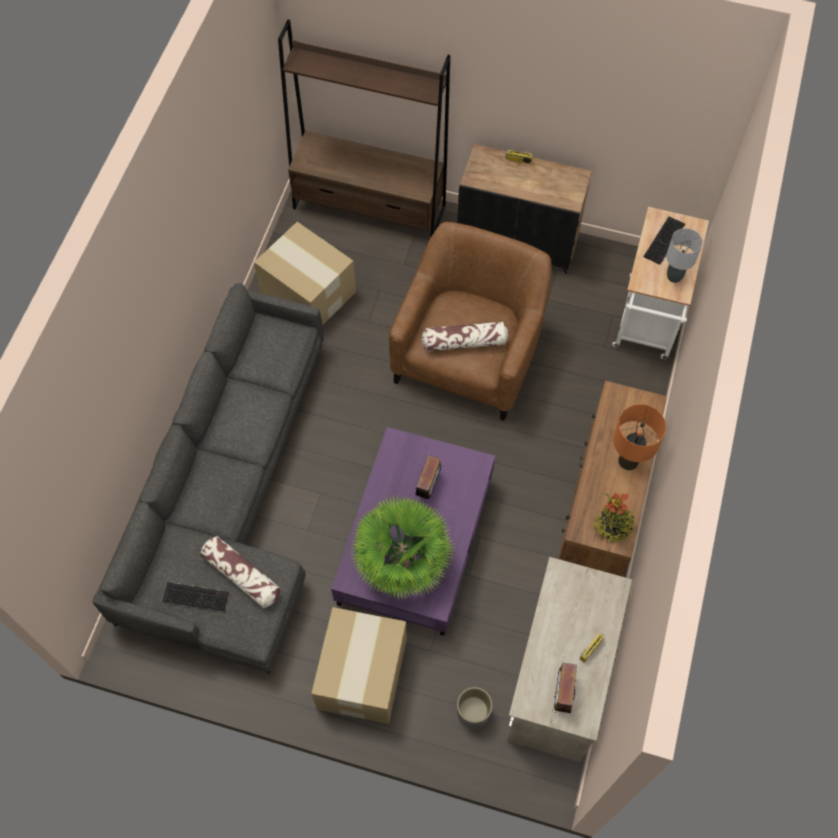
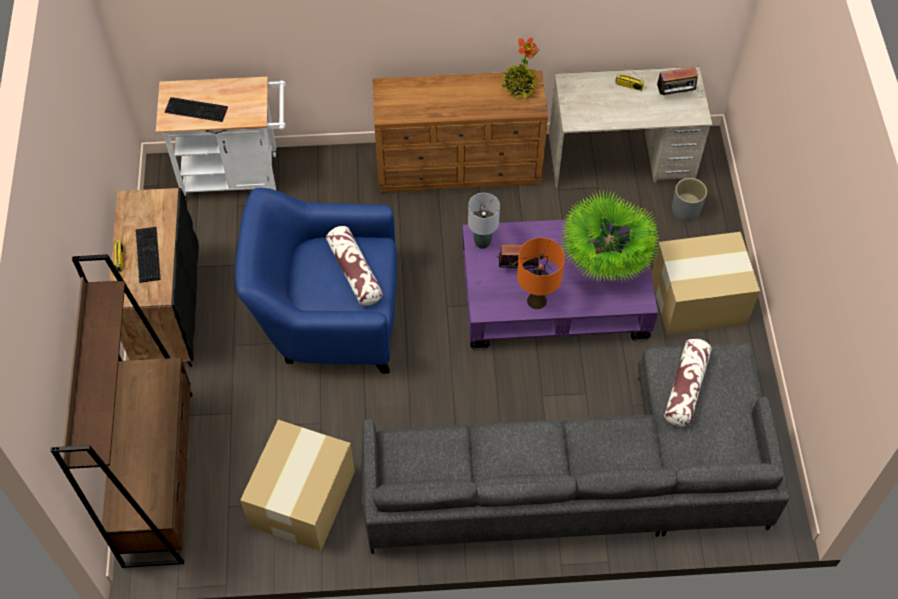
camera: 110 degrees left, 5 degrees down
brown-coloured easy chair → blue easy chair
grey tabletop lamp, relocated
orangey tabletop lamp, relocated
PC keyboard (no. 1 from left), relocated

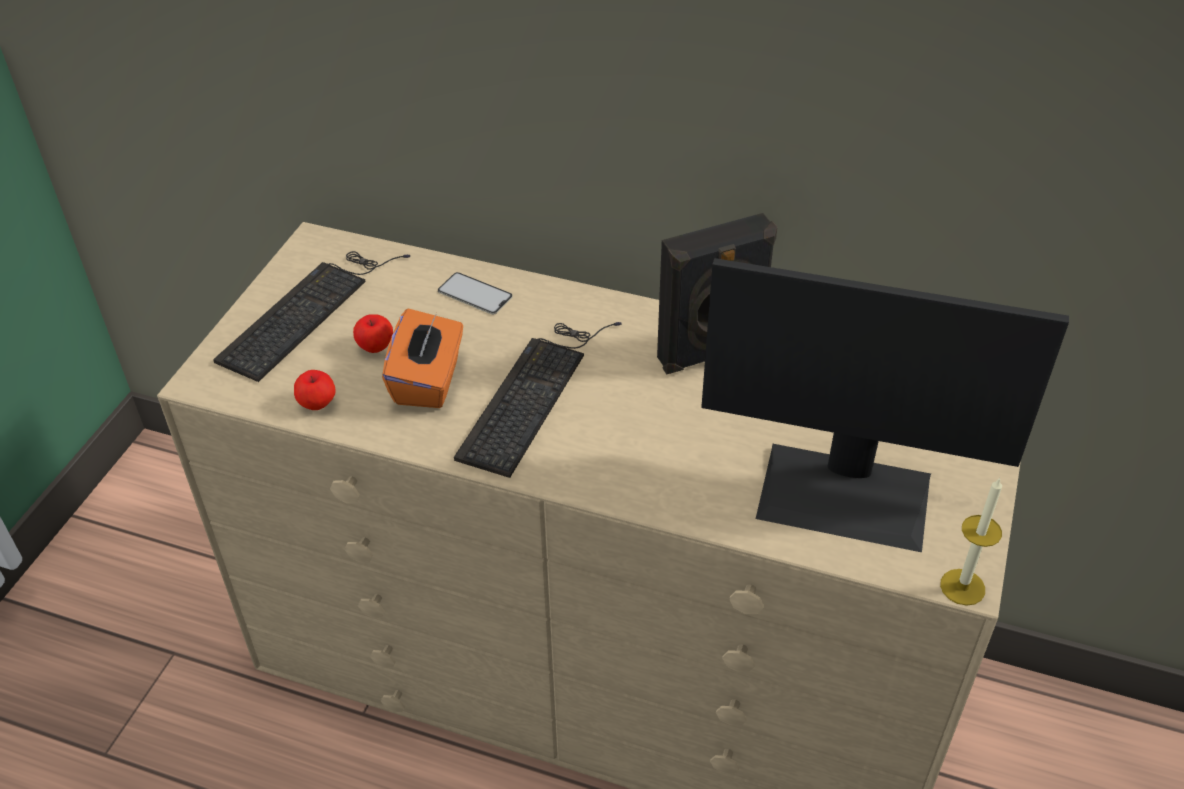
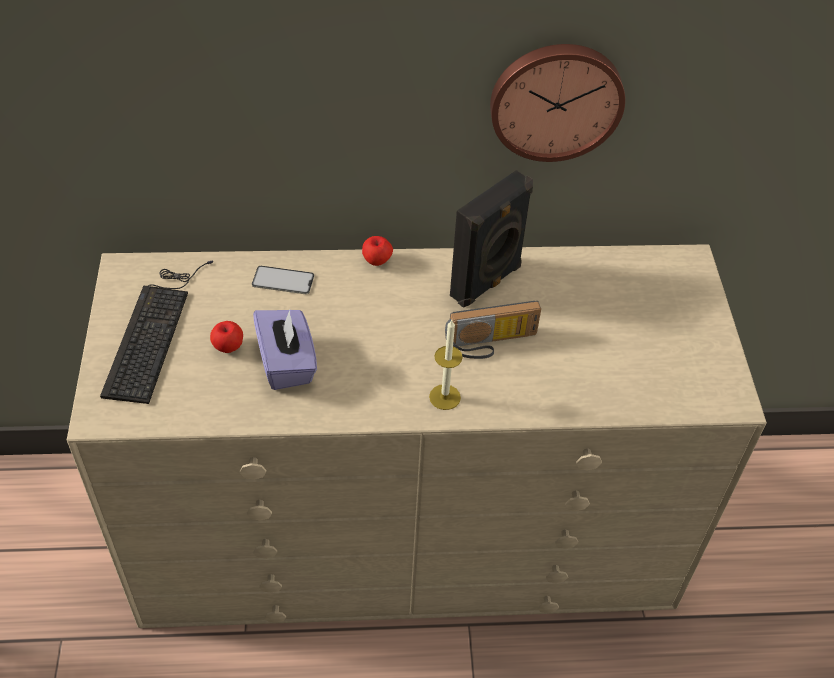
camera: 25 degrees left, 5 degrees up
monitor → -
orangey box of tissues → purple box of tissues
PC keyboard (no. 2 from left) → -
whole apple (no. 1 from left in the first image) → whole apple (no. 2 from left), relocated
wax candle, relocated
- → clock on the wall
- → radio

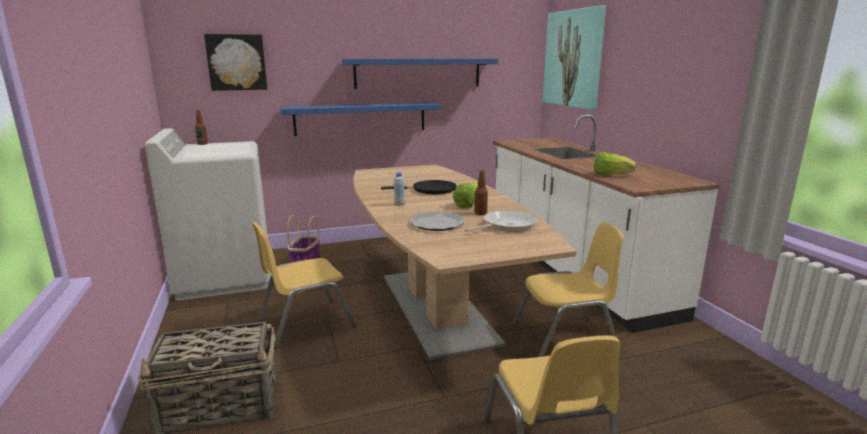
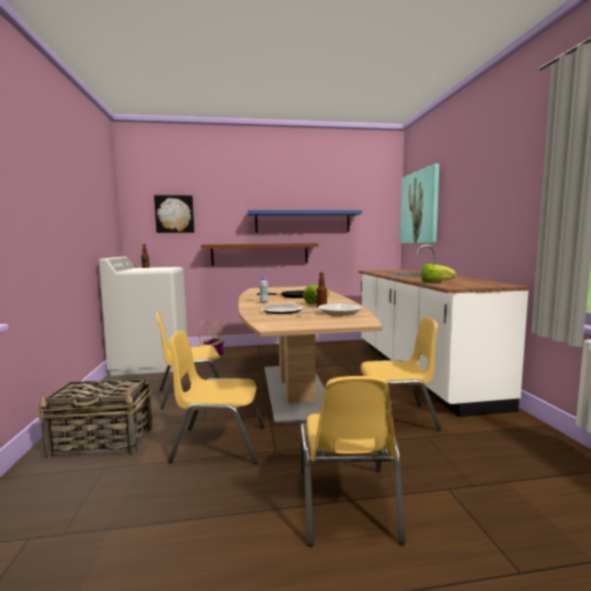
camera: 10 degrees right, 10 degrees down
blue wall shelf (no. 1 from left) → brown-coloured wall shelf
- → yellowish plain chair (no. 2 from left)

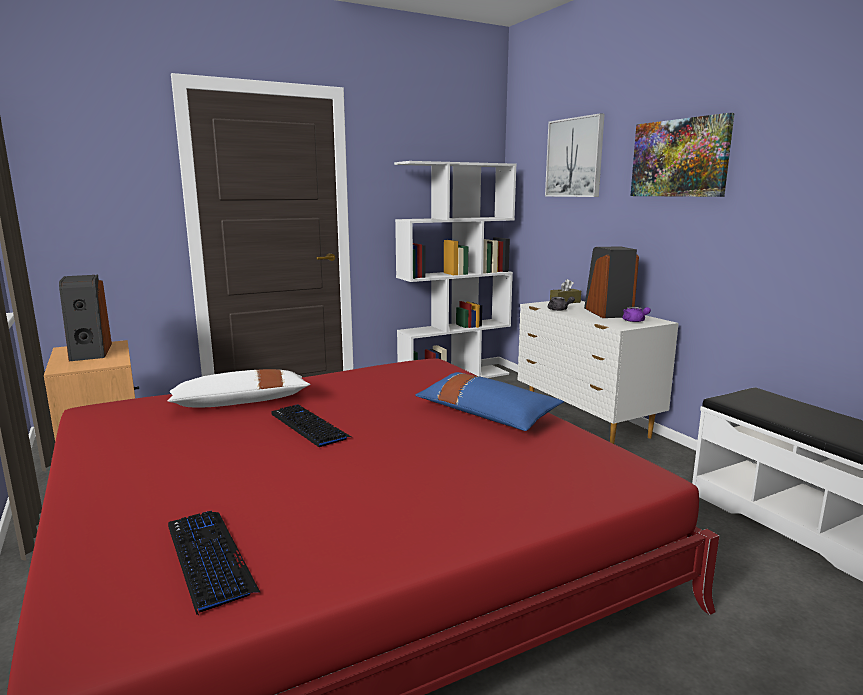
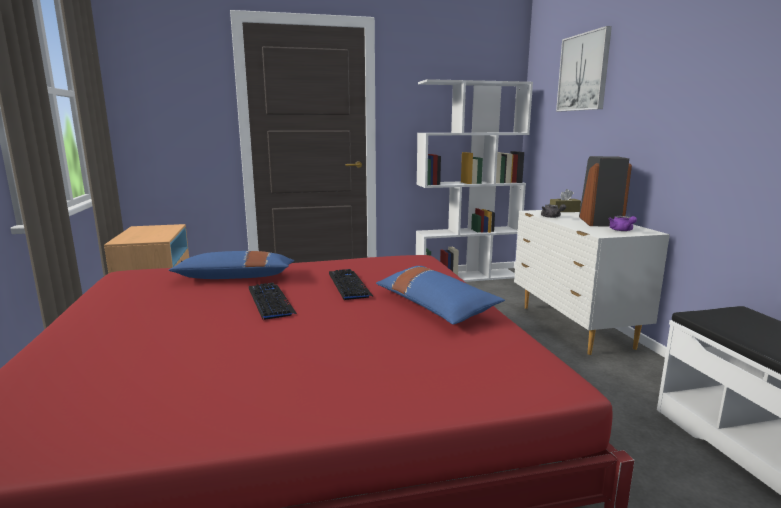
camera: 15 degrees right, 0 degrees up
picture (no. 2 from left) → -
speaker (no. 1 from left) → -
white cushion → blue cushion (no. 1 from left)
PC keyboard (no. 1 from left in the first image) → PC keyboard (no. 2 from left), relocated

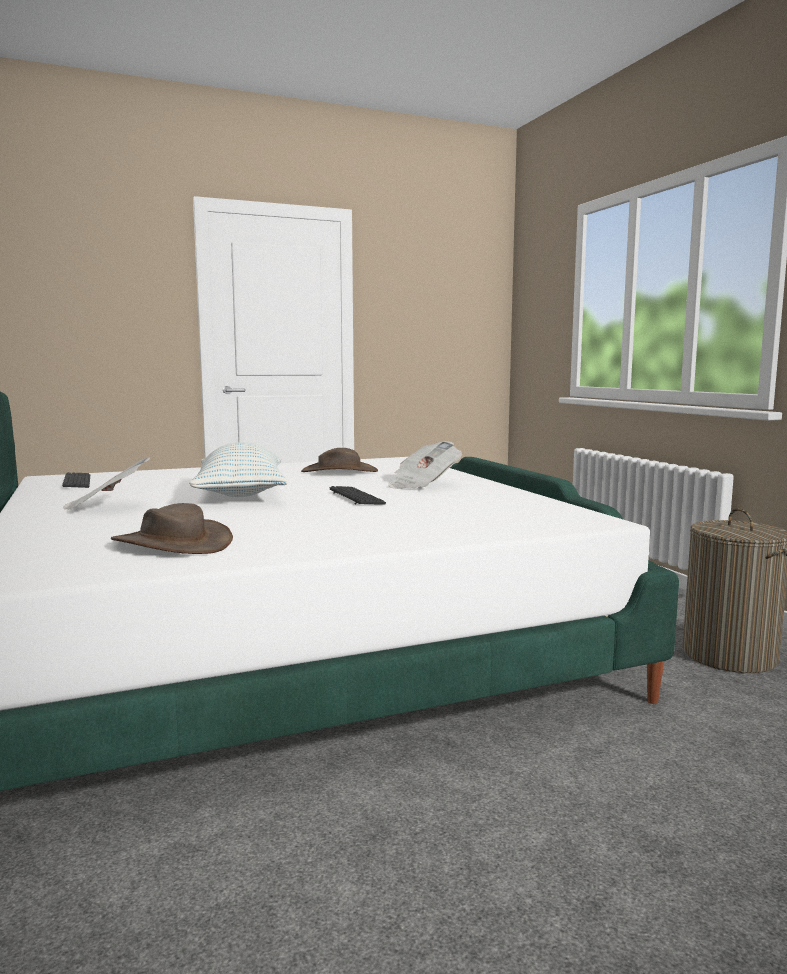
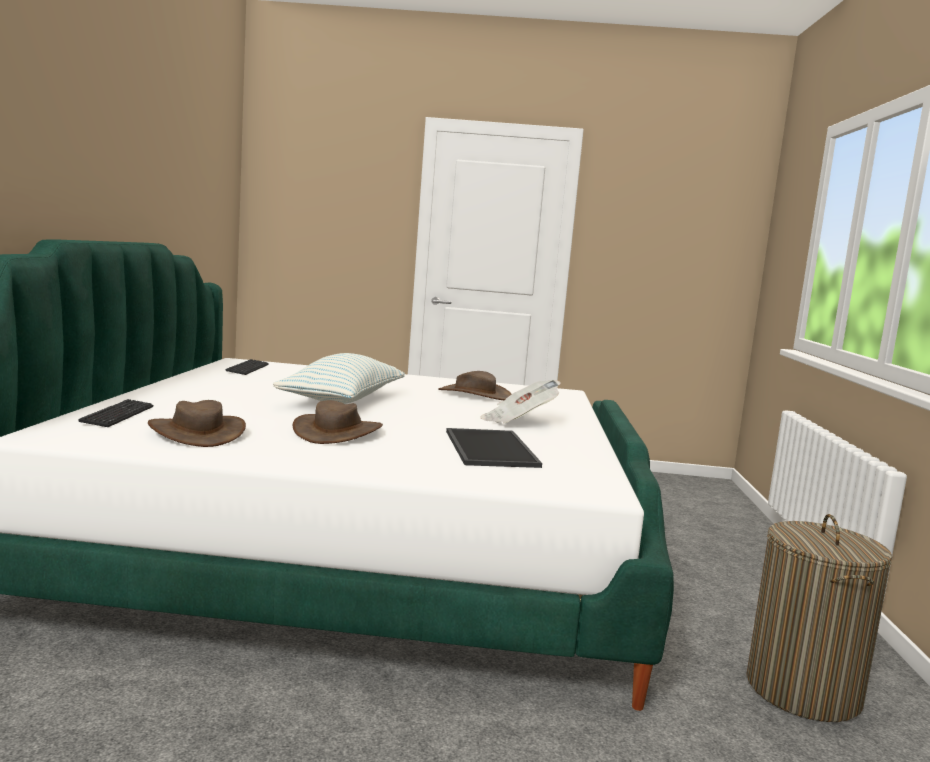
camera: 25 degrees right, 0 degrees up
daily paper (no. 1 from left) → -
PC keyboard (no. 2 from left in the first image) → PC keyboard (no. 1 from left), relocated
- → brown-coloured wearable hat (no. 2 from left)
- → tray

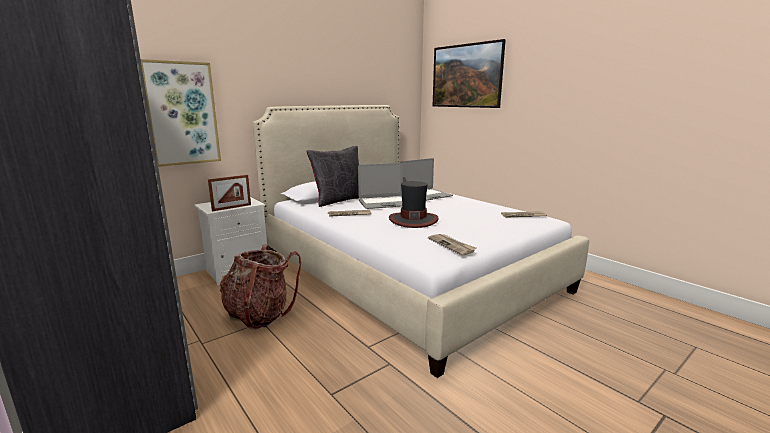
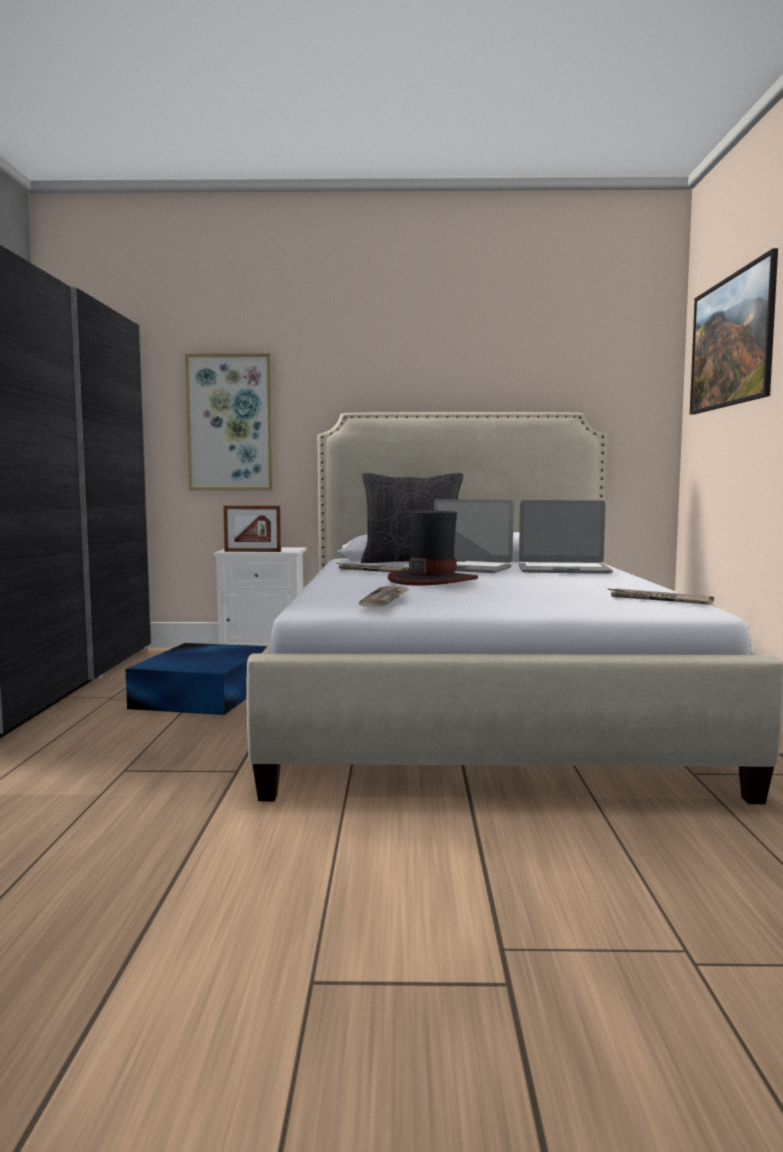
camera: 40 degrees right, 10 degrees down
knapsack → blue storage container

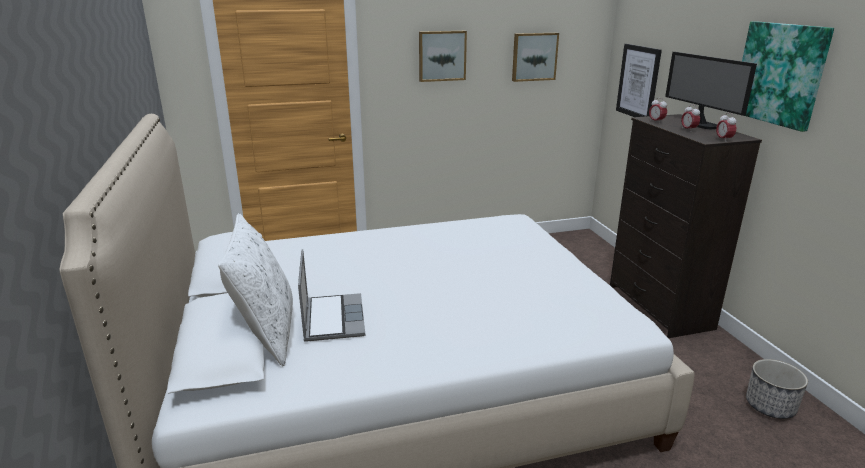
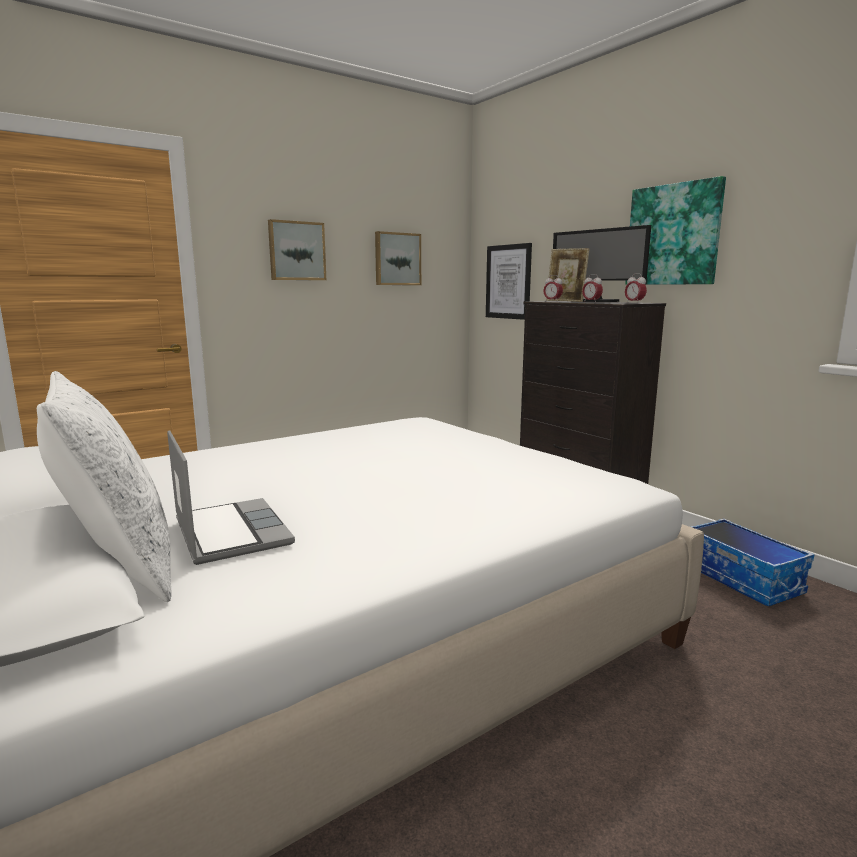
camera: 20 degrees left, 10 degrees down
planter → storage container
- → standing frame

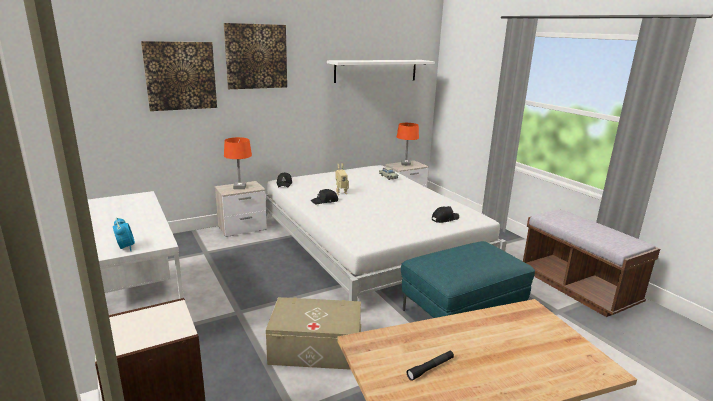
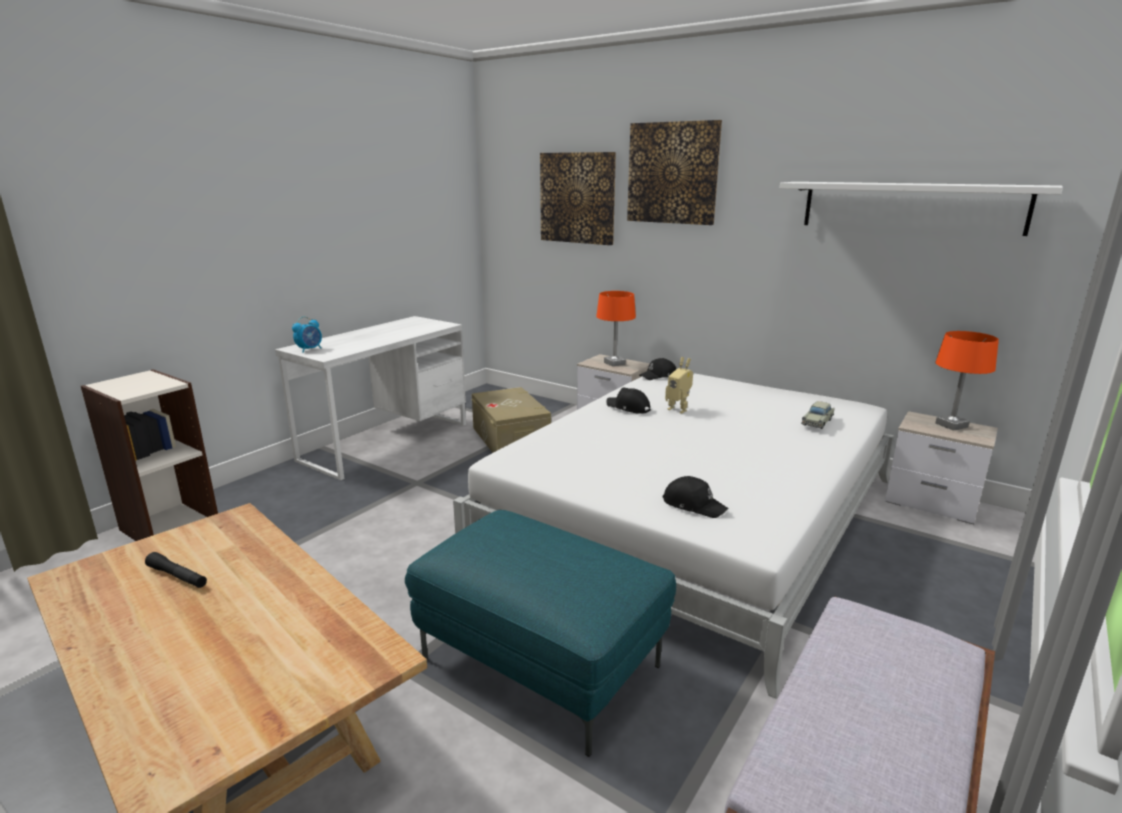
camera: 65 degrees right, 0 degrees up
beige-coloured storage container, relocated

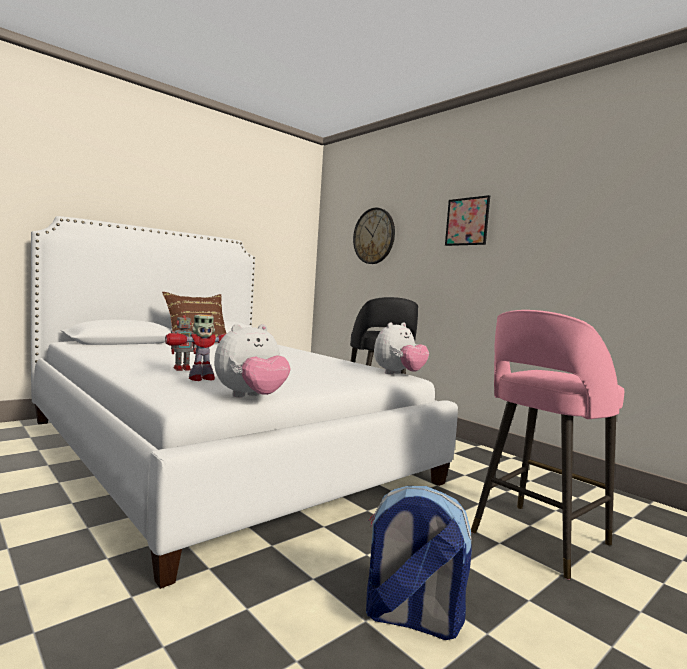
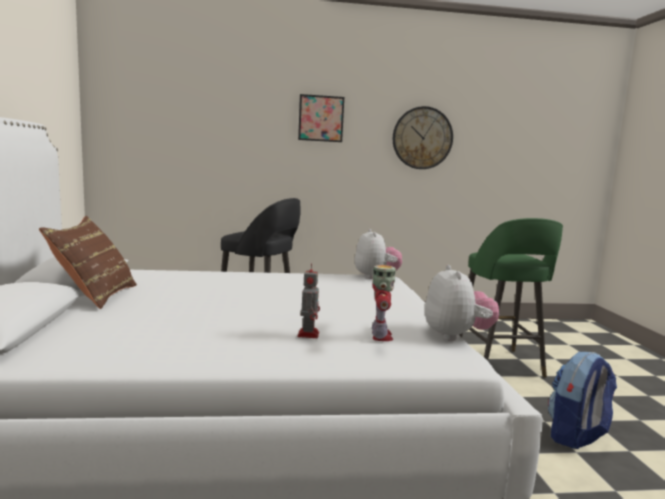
camera: 55 degrees left, 5 degrees up
clock on the wall, relocated
pink stool → green stool

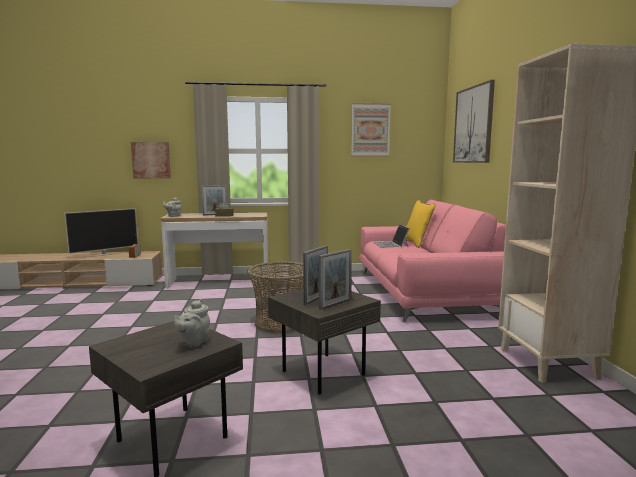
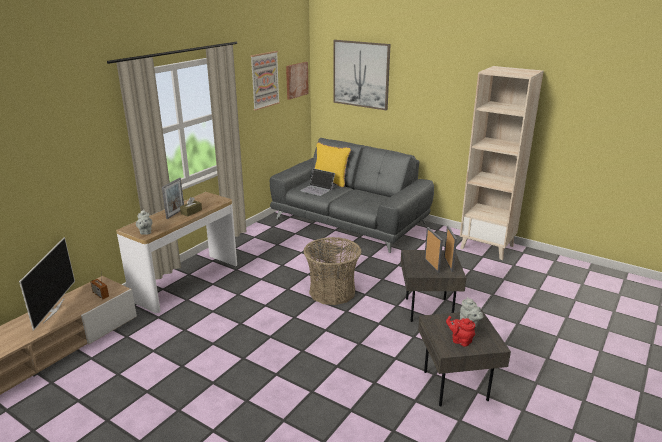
camera: 50 degrees left, 15 degrees up
picture (no. 1 from left in the first image) → picture (no. 2 from left), relocated
pink couch → grey couch
- → reddish pot for tea

